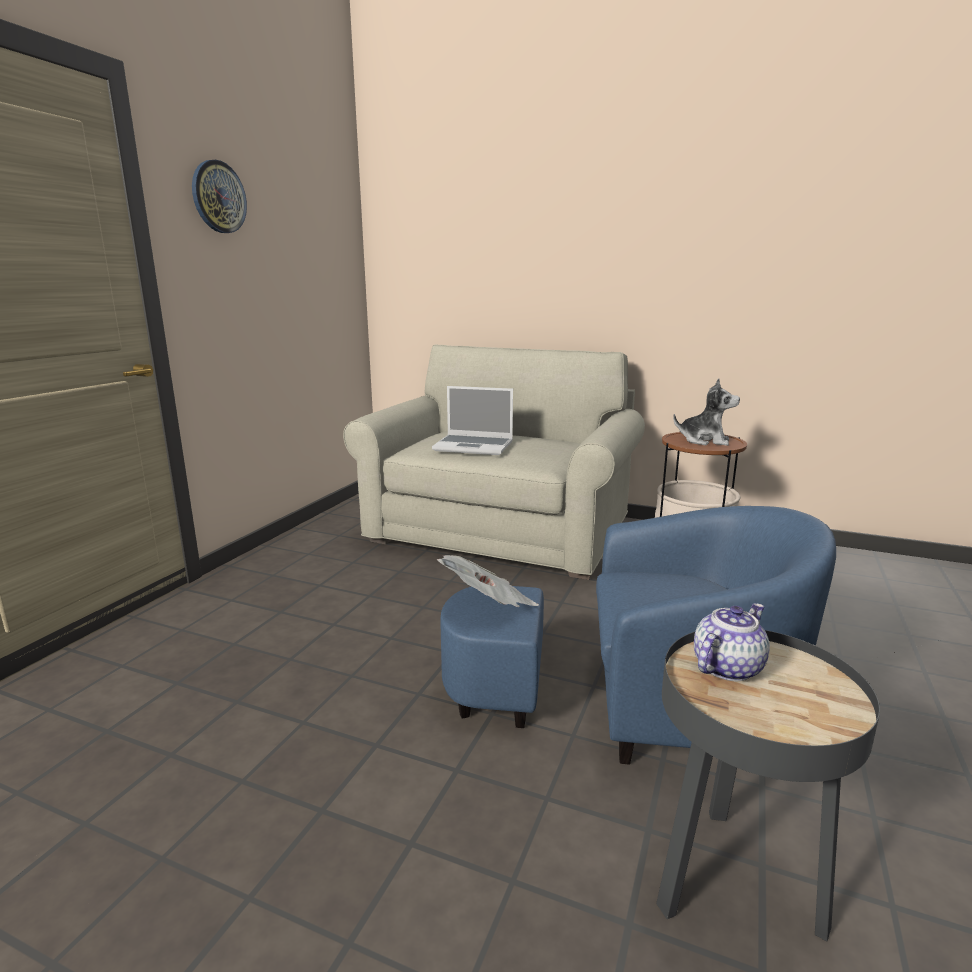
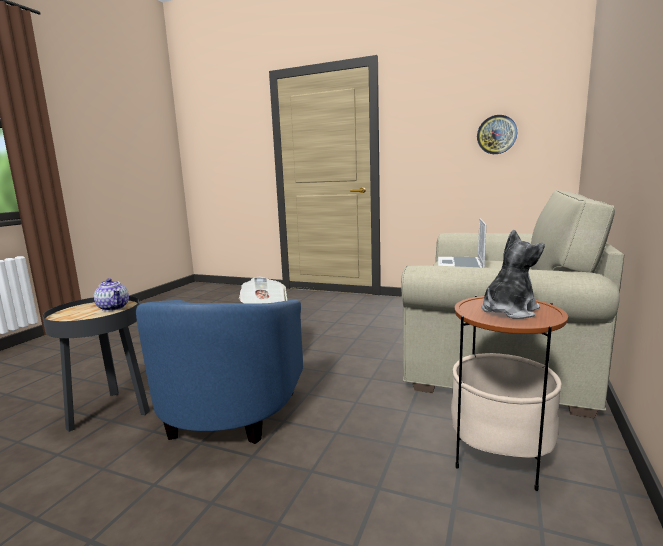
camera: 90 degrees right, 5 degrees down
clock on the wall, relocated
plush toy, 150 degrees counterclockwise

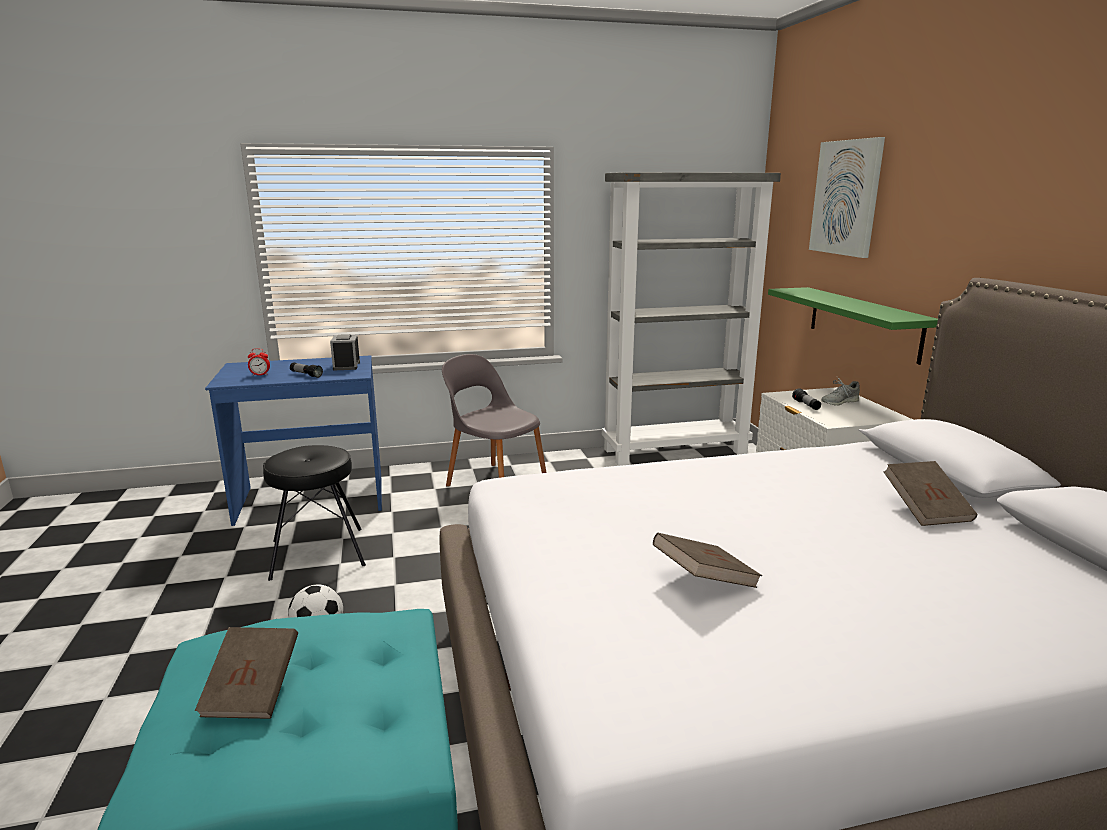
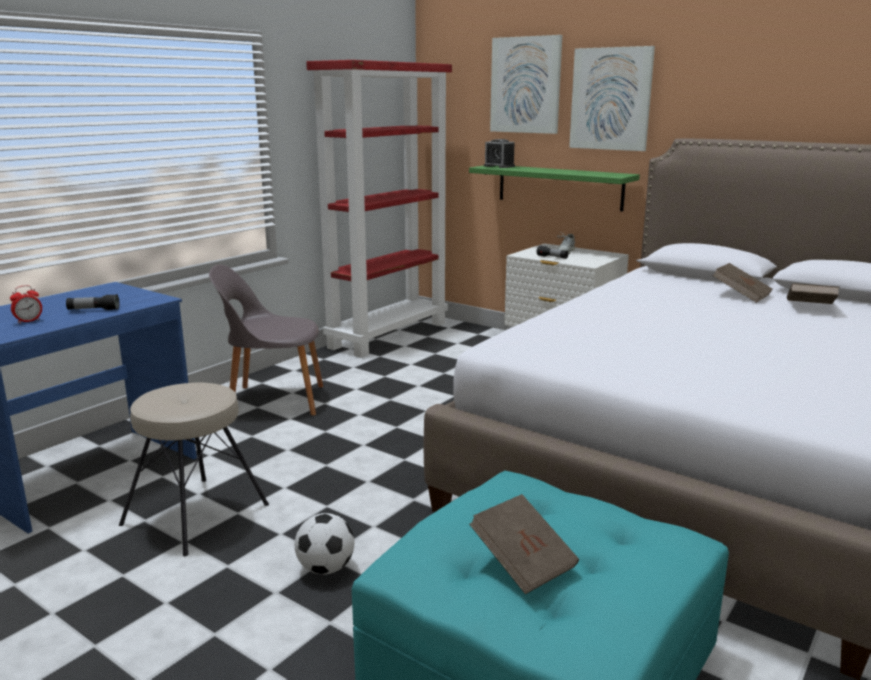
camera: 40 degrees left, 0 degrees up
grey bookshelf → reddish bookshelf
bedside clock (no. 2 from left), relocated
black-coloured stool → beige-coloured stool
brown-coloured book (no. 2 from left in the first image) → brown-coloured book (no. 3 from left), relocated
- → picture (no. 2 from left)

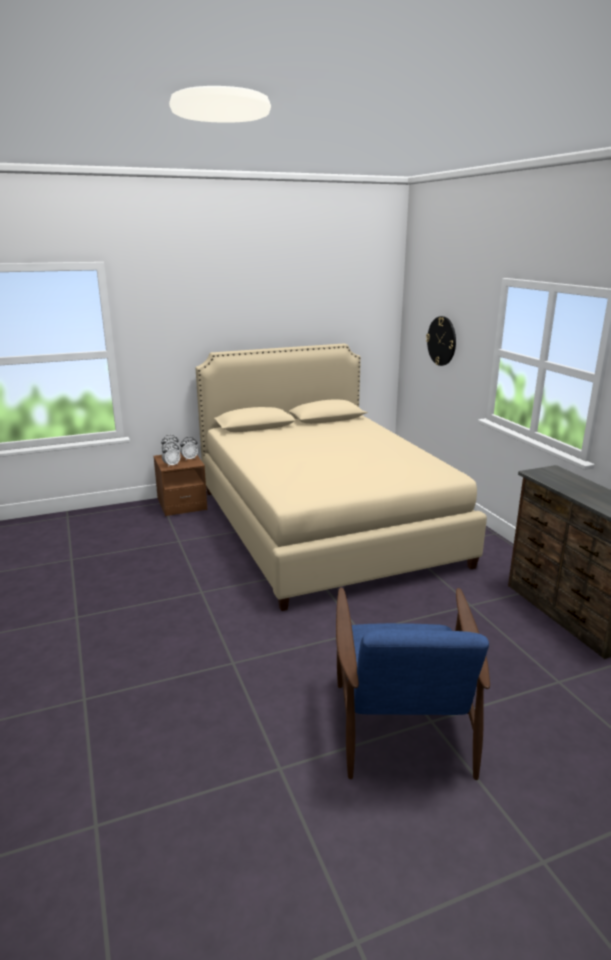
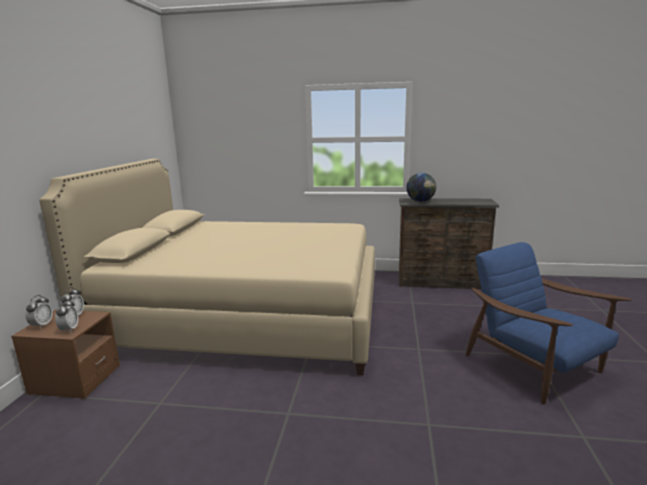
camera: 60 degrees left, 5 degrees down
clock on the wall → -
blue easy chair, 150 degrees counterclockwise
- → world globe

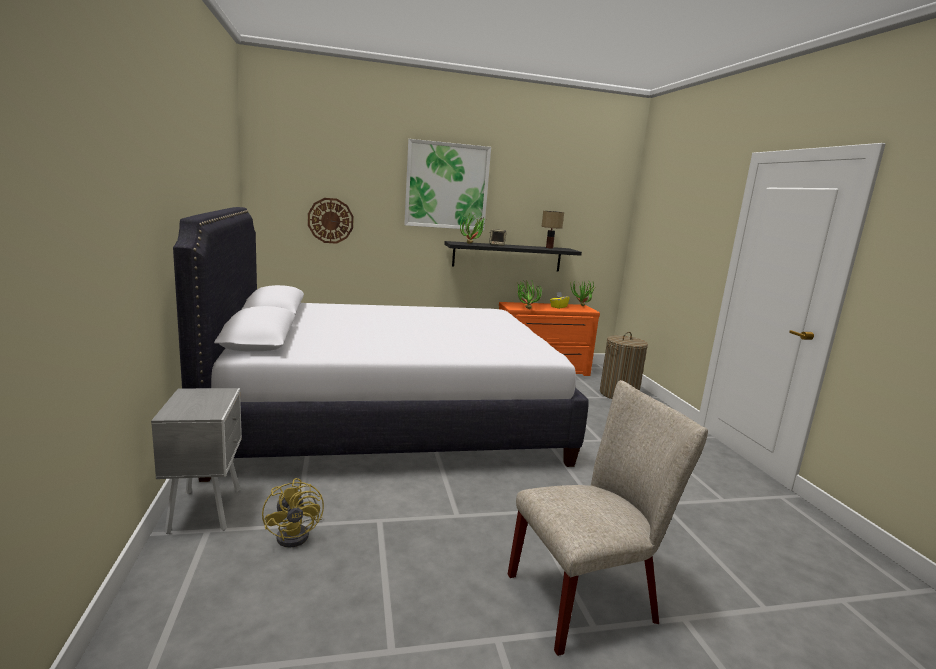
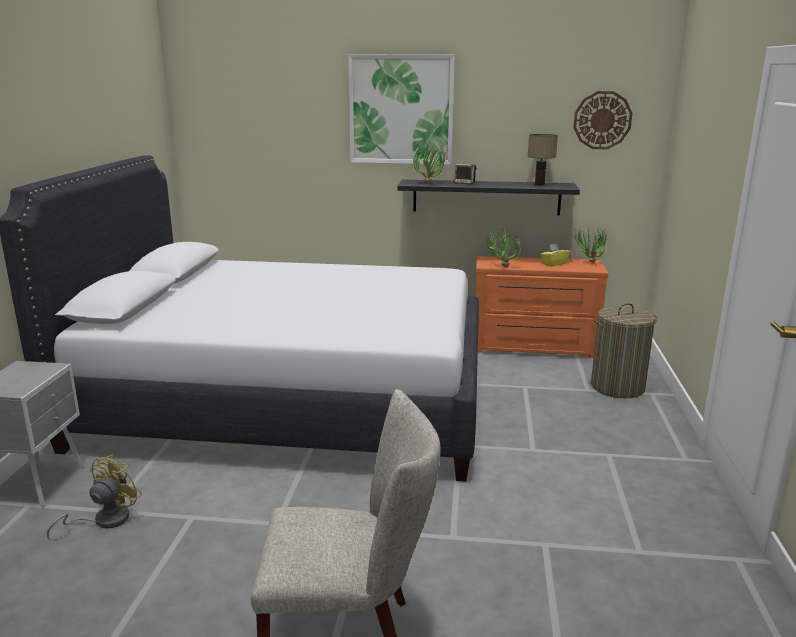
camera: 20 degrees right, 5 degrees up
clock on the wall, relocated
yellowish cooling fan, 150 degrees counterclockwise

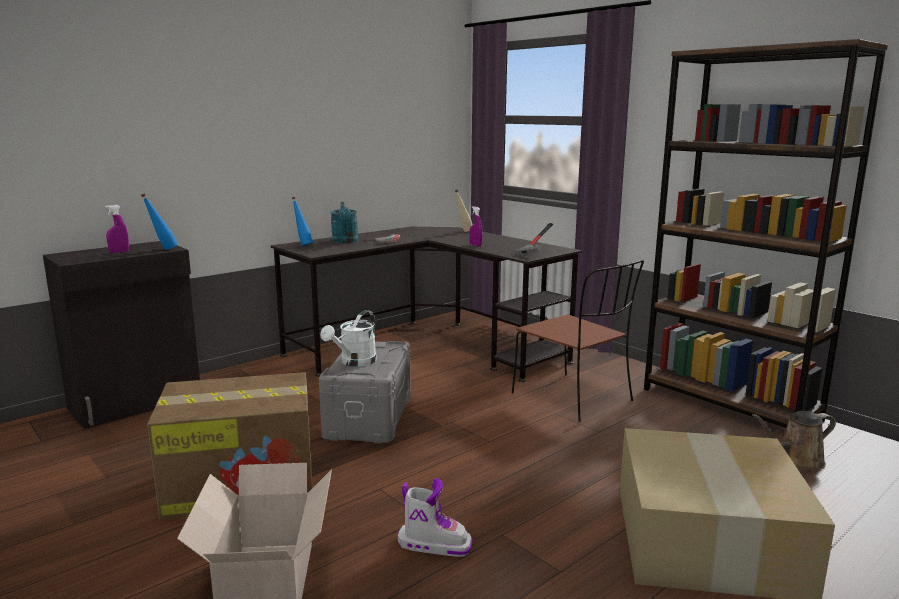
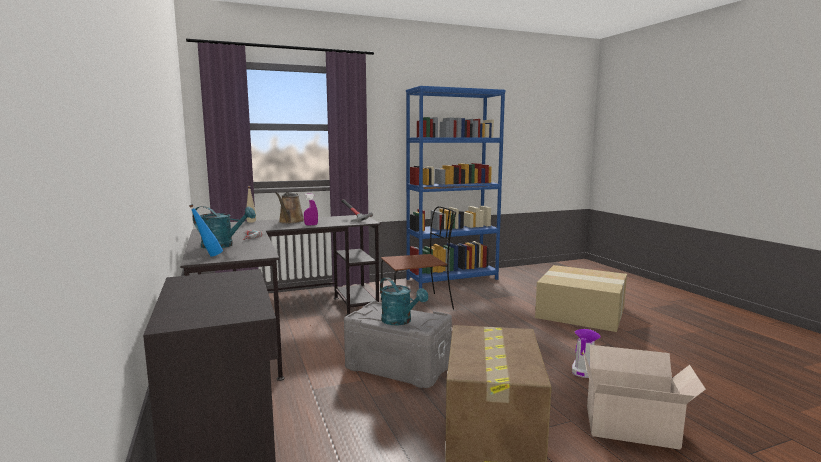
camera: 70 degrees left, 5 degrees down
brown-coloured bookshelf → blue bookshelf
blue bottle (no. 1 from left) → -
purple hand sprayer (no. 1 from left) → -
white watering can → blue-green watering can (no. 2 from left)
brown-coloured watering can, relocated

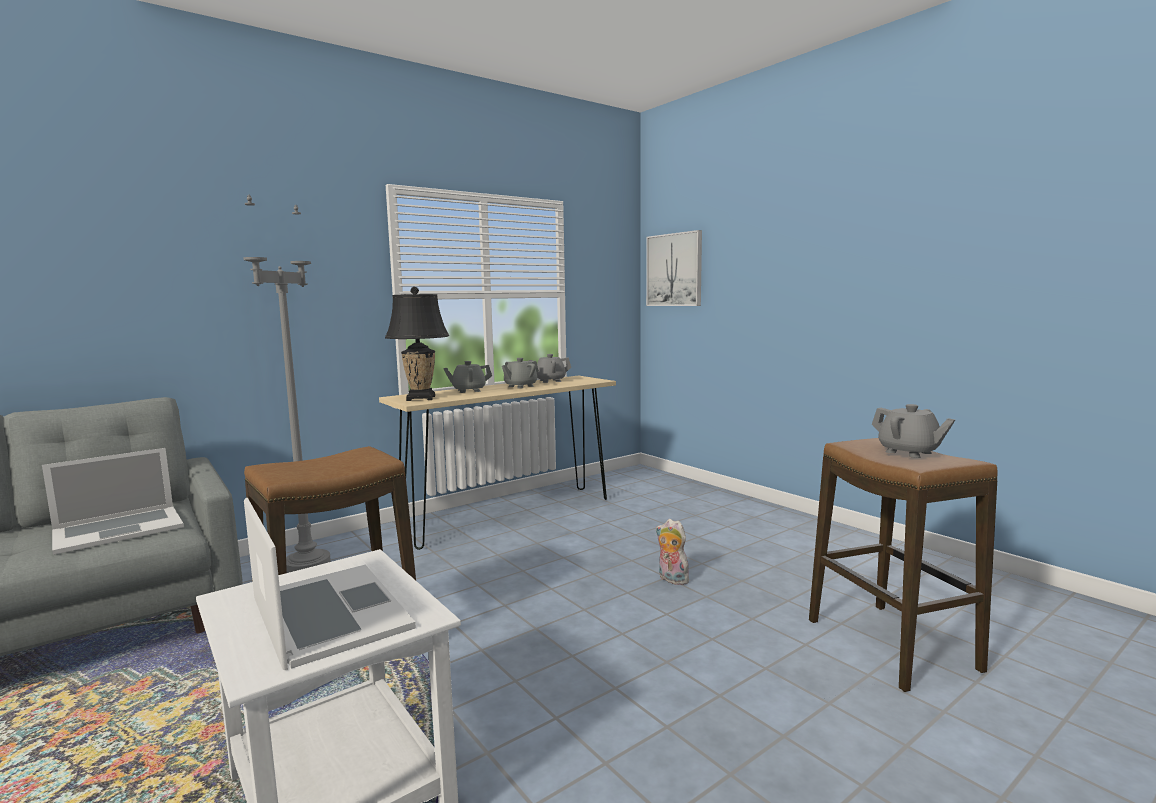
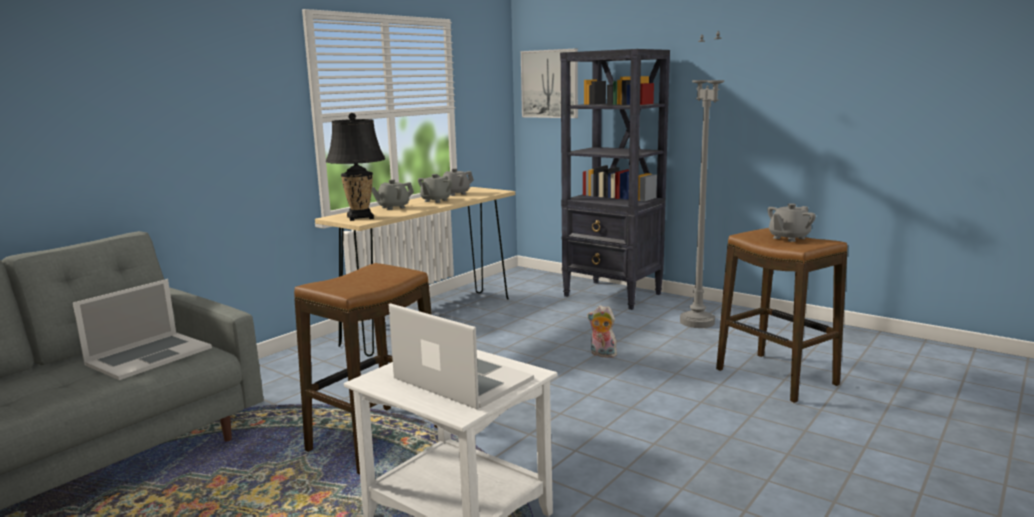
camera: 15 degrees left, 5 degrees up
grey floor lamp, relocated
grey pot for tea (no. 4 from left), 105 degrees clockwise
- → black-coloured bookshelf

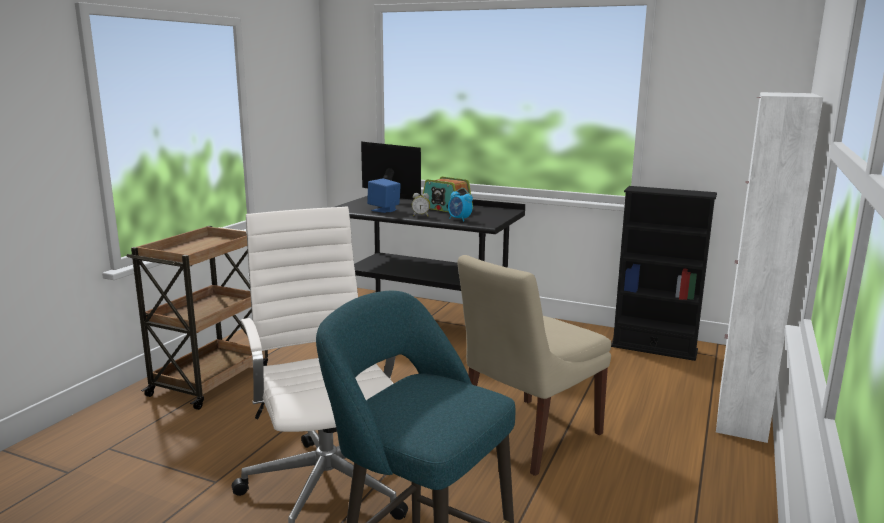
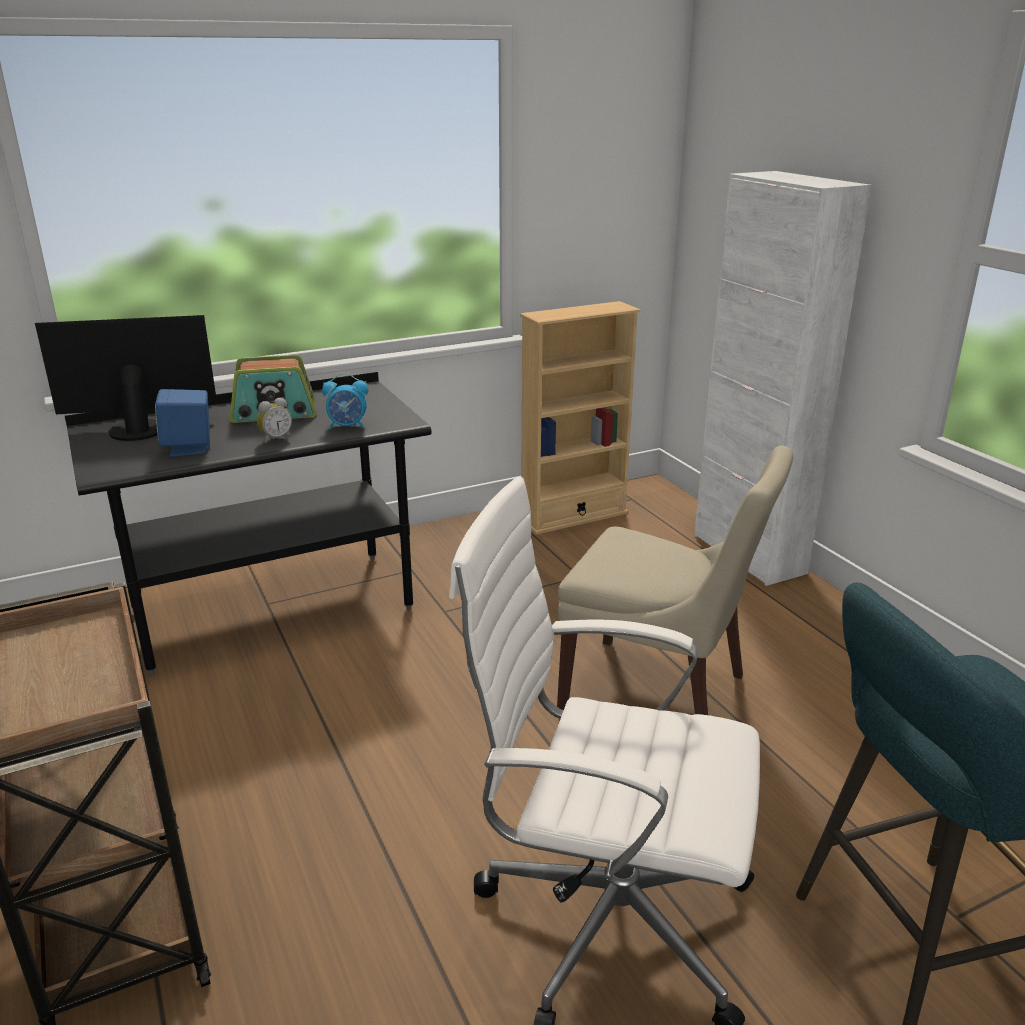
camera: 50 degrees left, 10 degrees up
black-coloured bookshelf → beige-coloured bookshelf
beige-coloured plain chair, 60 degrees counterclockwise

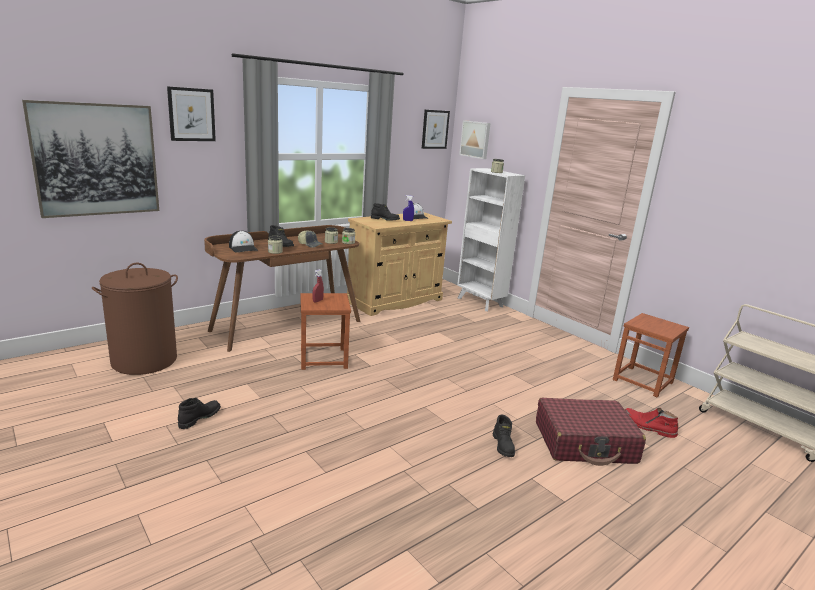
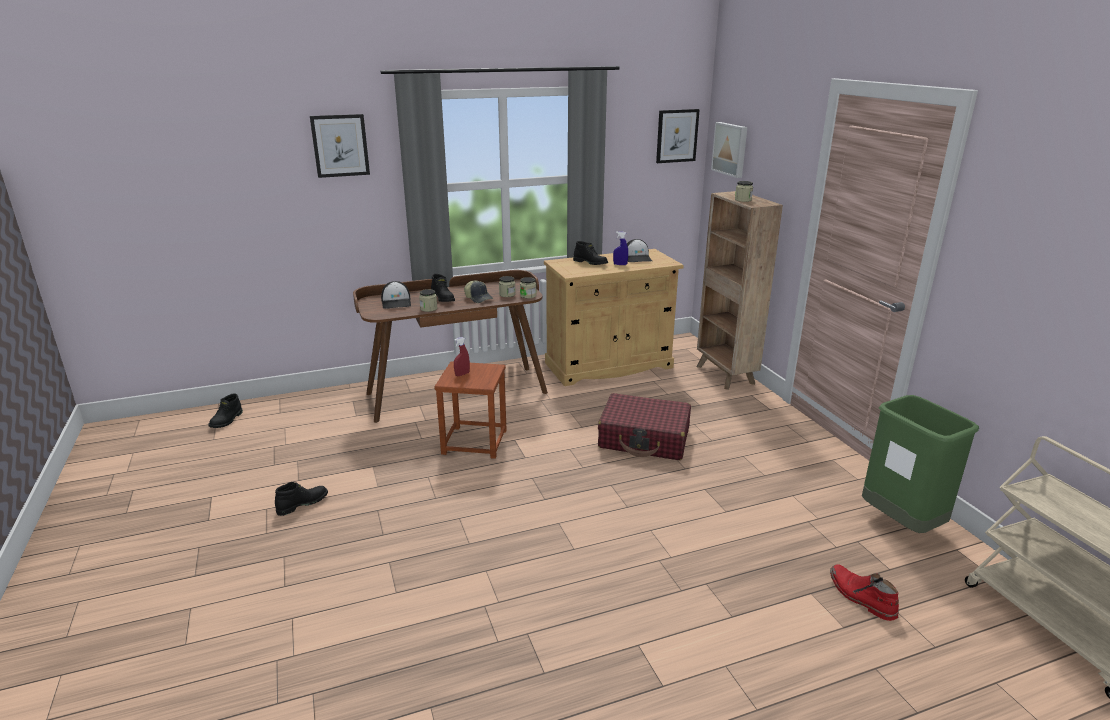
camera: 20 degrees right, 5 degrees up
picture (no. 1 from left) → -
white bookshelf → brown-coloured bookshelf
brown-coloured laundry basket → -
brown-coloured stool (no. 2 from left) → green trash can
reddish travel case, relocated
black-coloured high-top boot (no. 4 from left in the first image) → black-coloured high-top boot (no. 1 from left), relocated

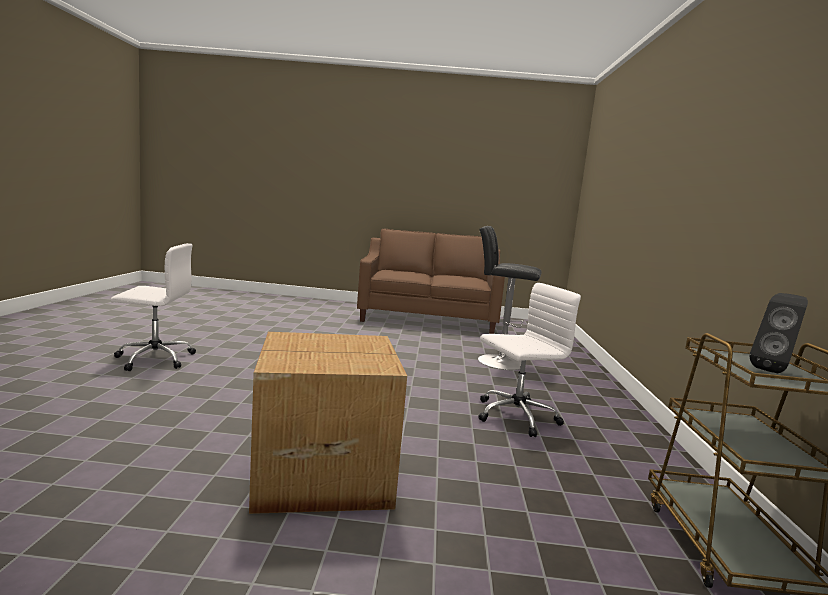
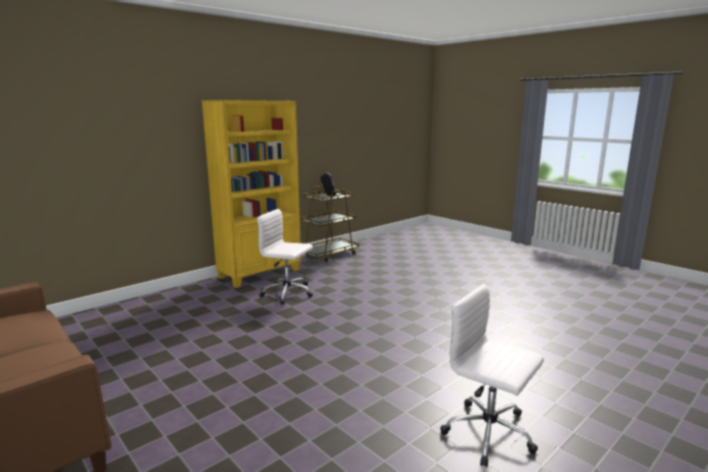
camera: 135 degrees left, 5 degrees up
black-coloured stool → -
packing box → -
- → yellowish bookshelf

